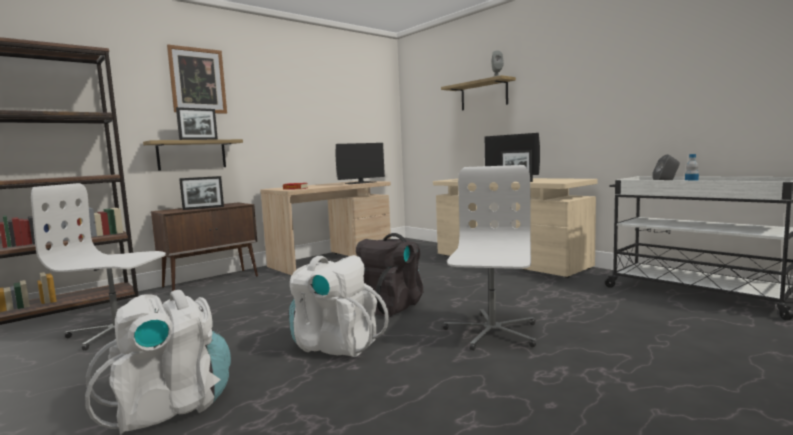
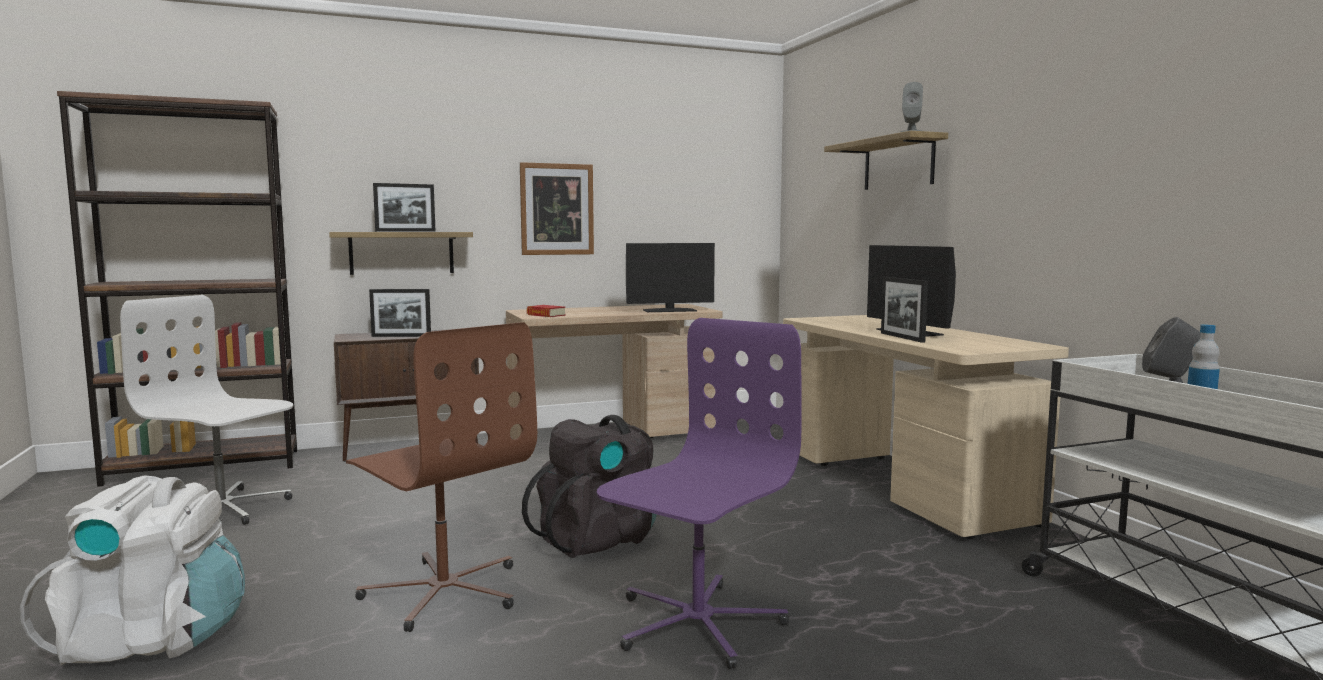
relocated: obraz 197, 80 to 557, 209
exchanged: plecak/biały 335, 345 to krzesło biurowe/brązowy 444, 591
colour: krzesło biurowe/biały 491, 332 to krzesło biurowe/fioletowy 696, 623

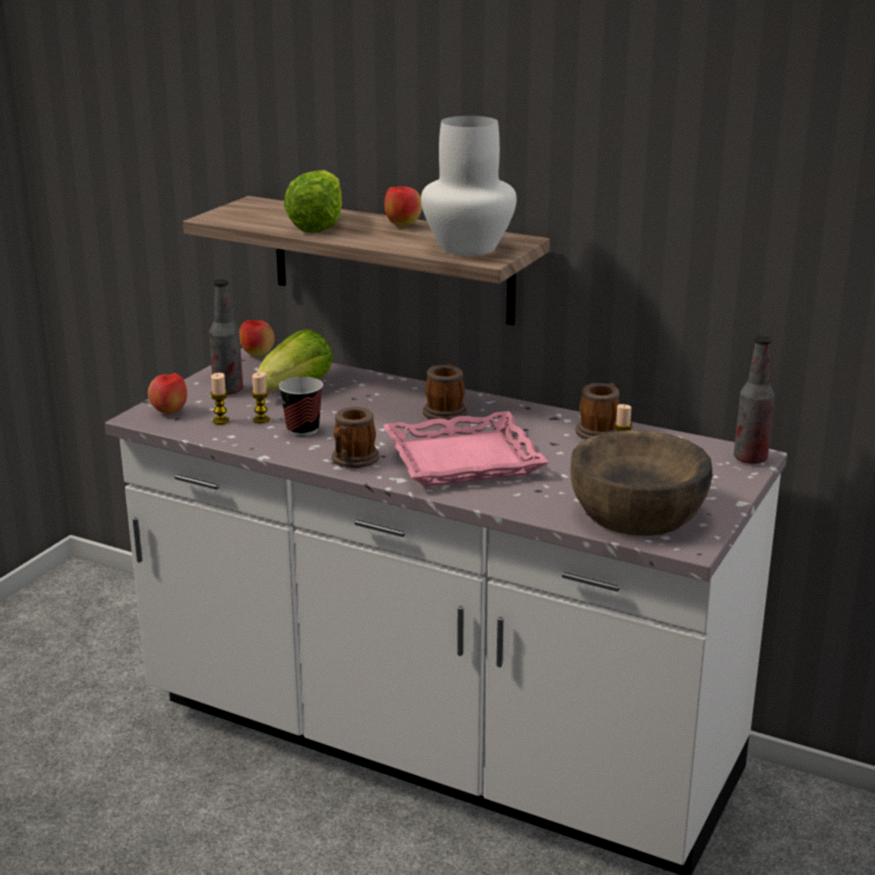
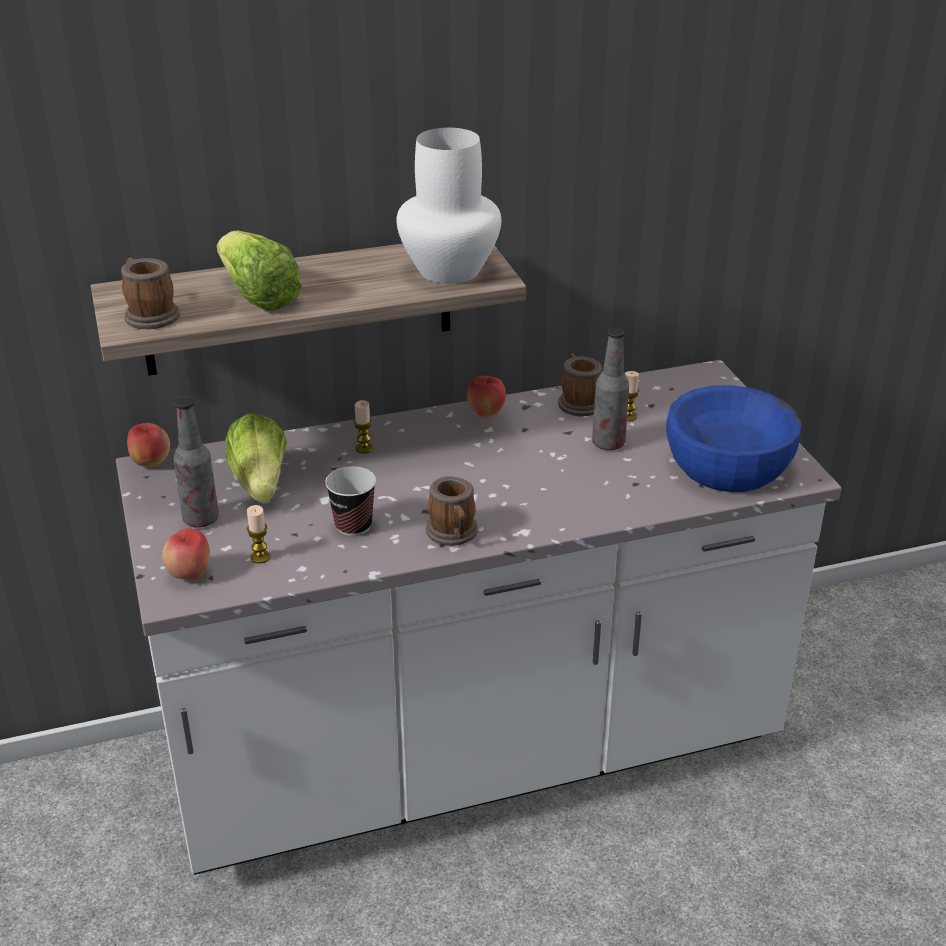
missing: taca/różowy 463, 459
relocated: jabłko 403, 225 to 486, 414; butelka 750, 458 to 608, 443; kubek 445, 411 to 149, 314; świeca 261, 420 to 364, 448
colour: miska/brązowy 637, 512 to miska/niebieski 728, 465

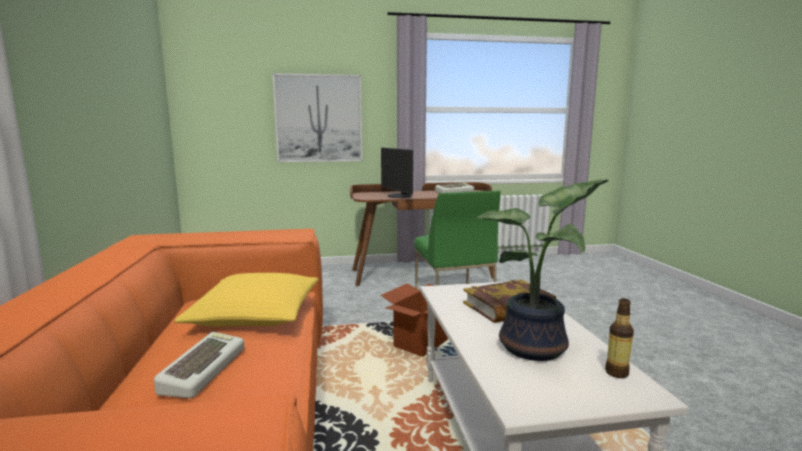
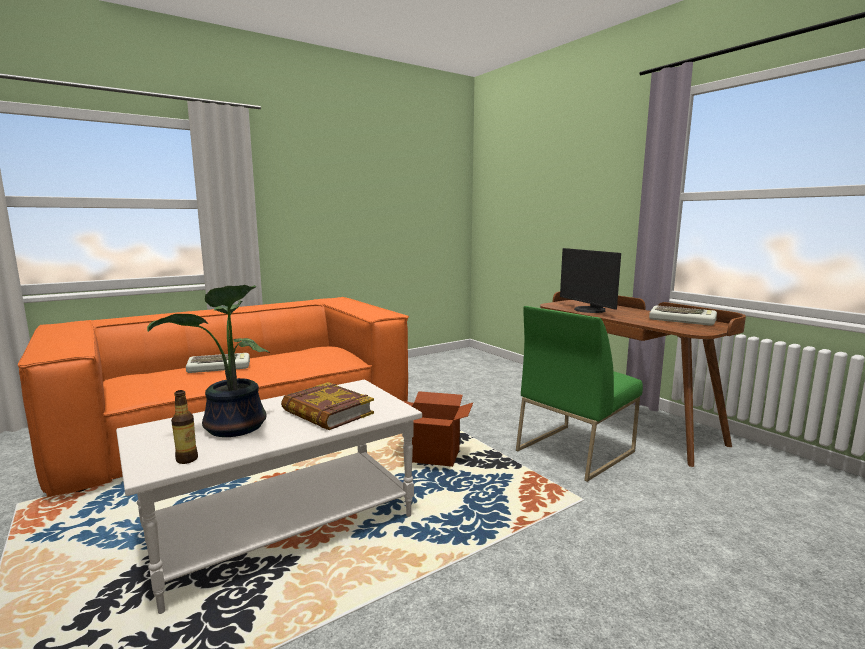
missing: obraz 319, 118; poduszka/żółty 255, 314
spun: monitor 398, 196 = 588, 310 60 degrees counterclockwise

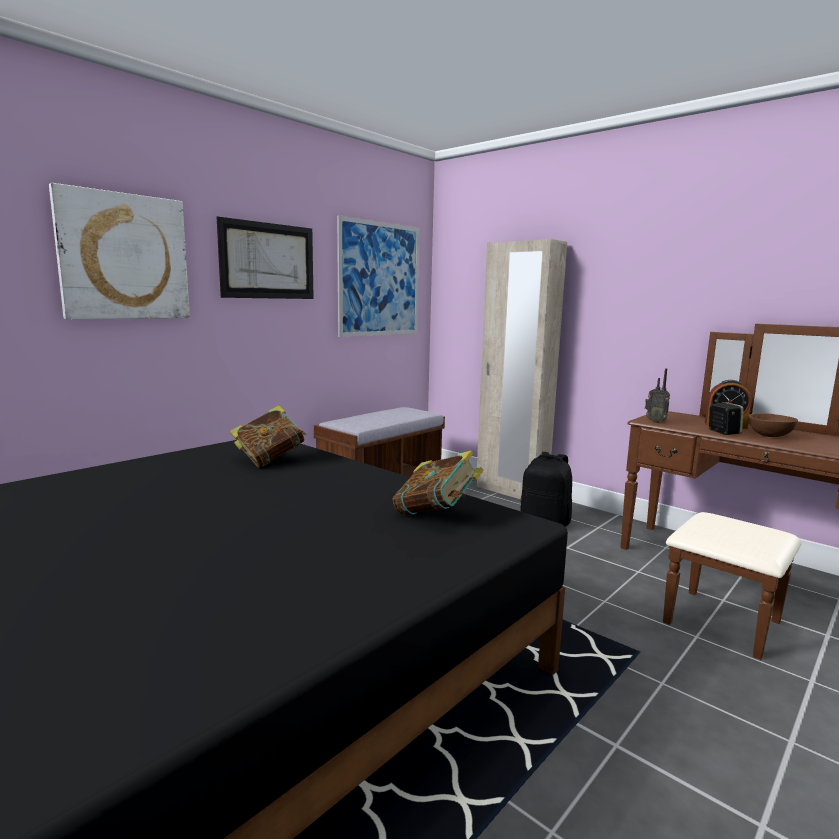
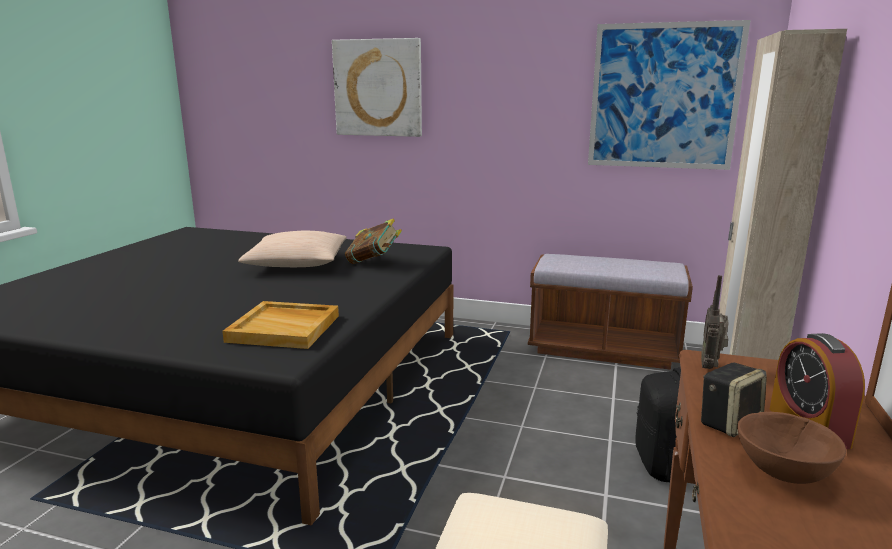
missing: obraz 268, 261
appeared: poduszka/beżowy 297, 263
exchanged: książka 436, 515 to taca/beżowy 285, 328

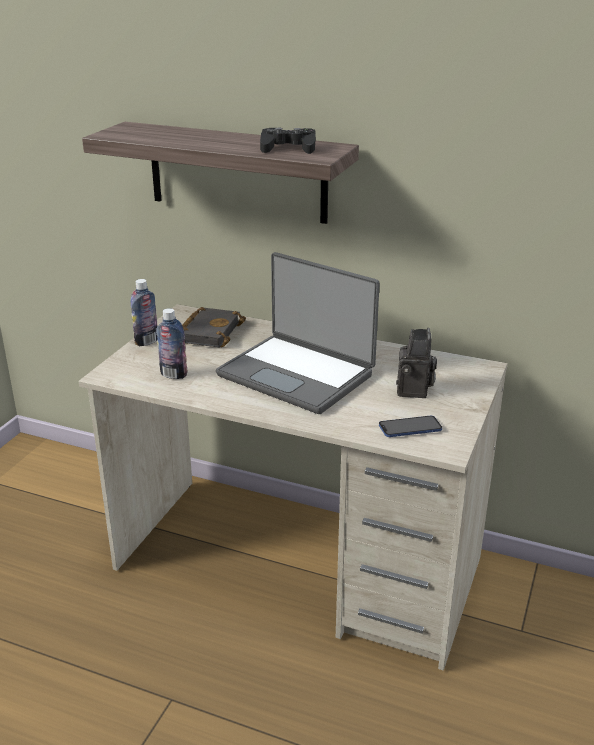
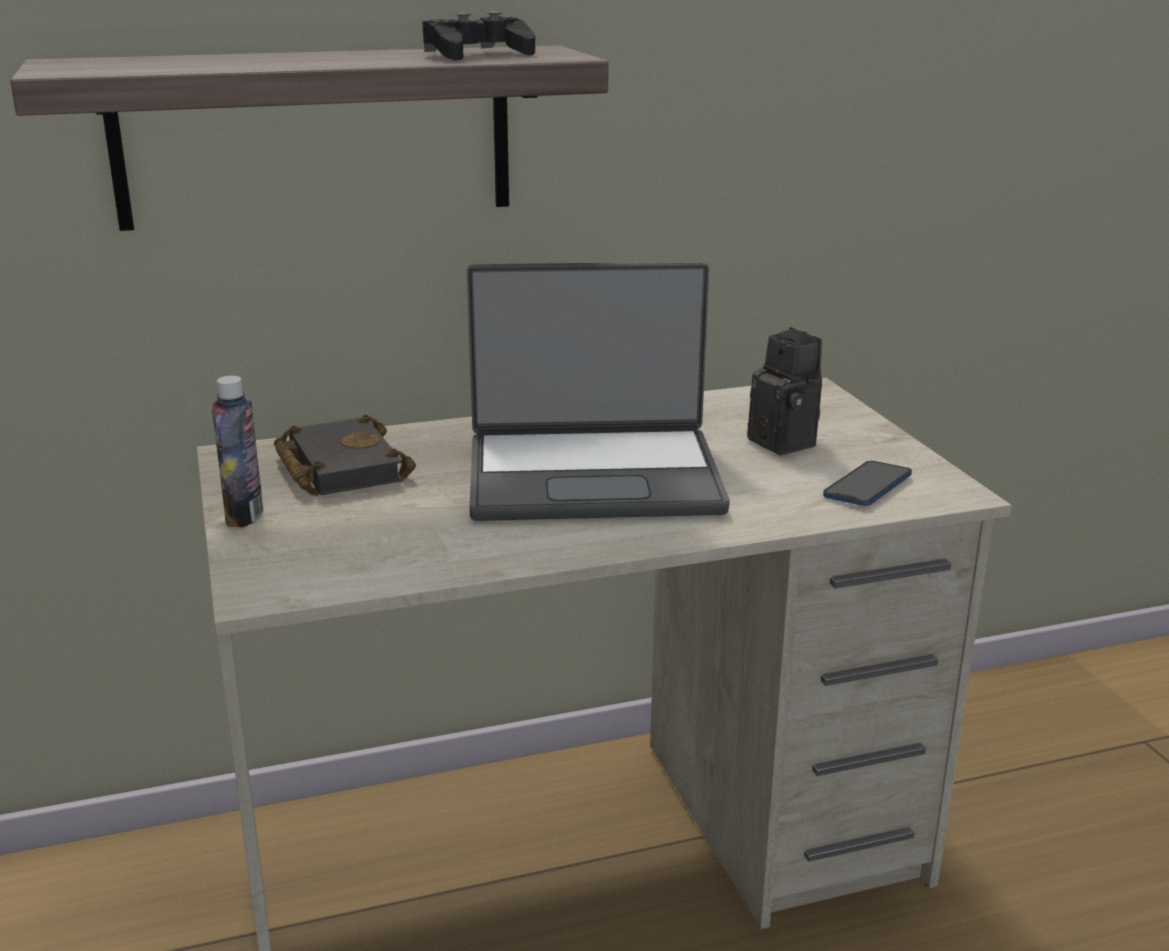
missing: butelka 173, 375

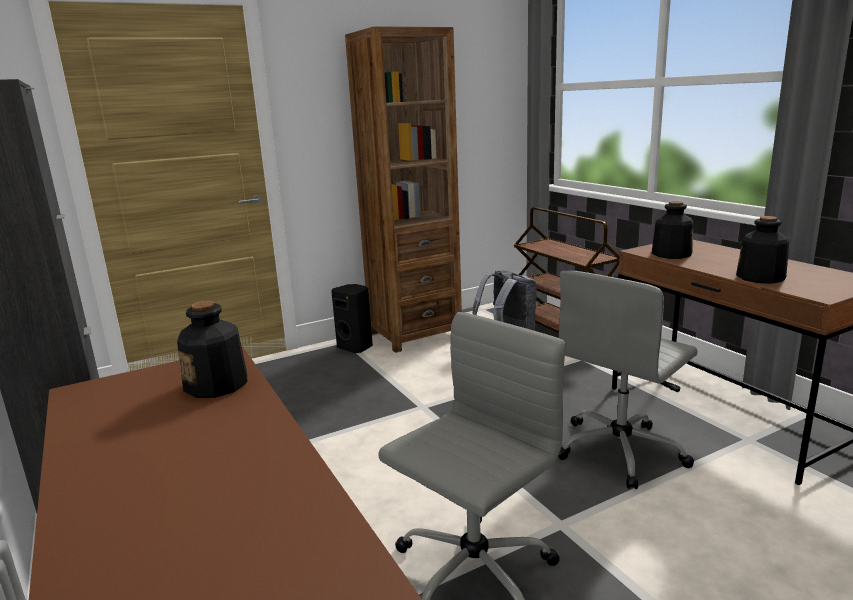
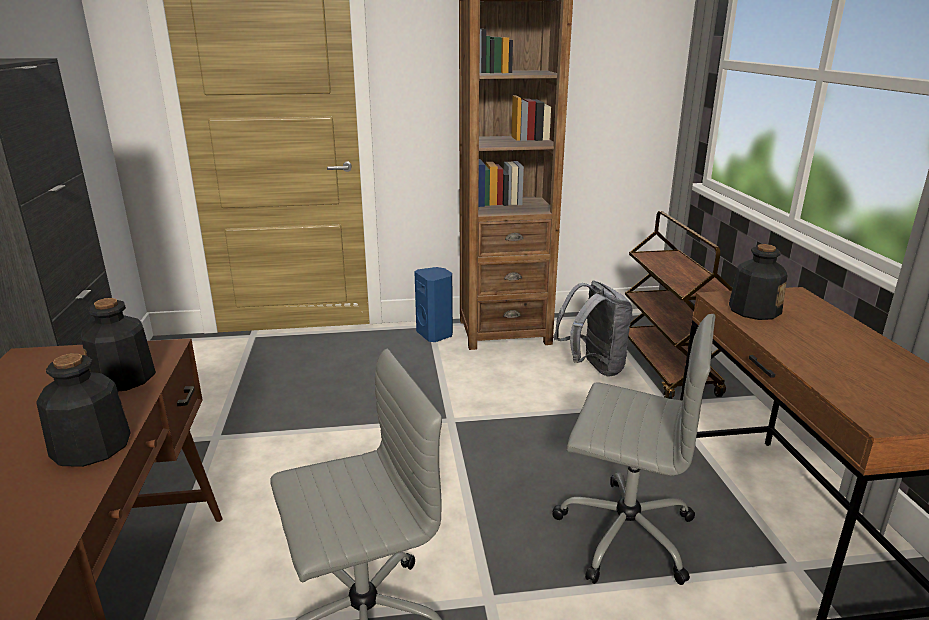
relocated: butelka 760, 277 to 90, 447
colour: głośnik/czarny 356, 347 to głośnik/niebieski 435, 334
spun: krzesło biurowe/szary 621, 450 = 623, 532 135 degrees counterclockwise

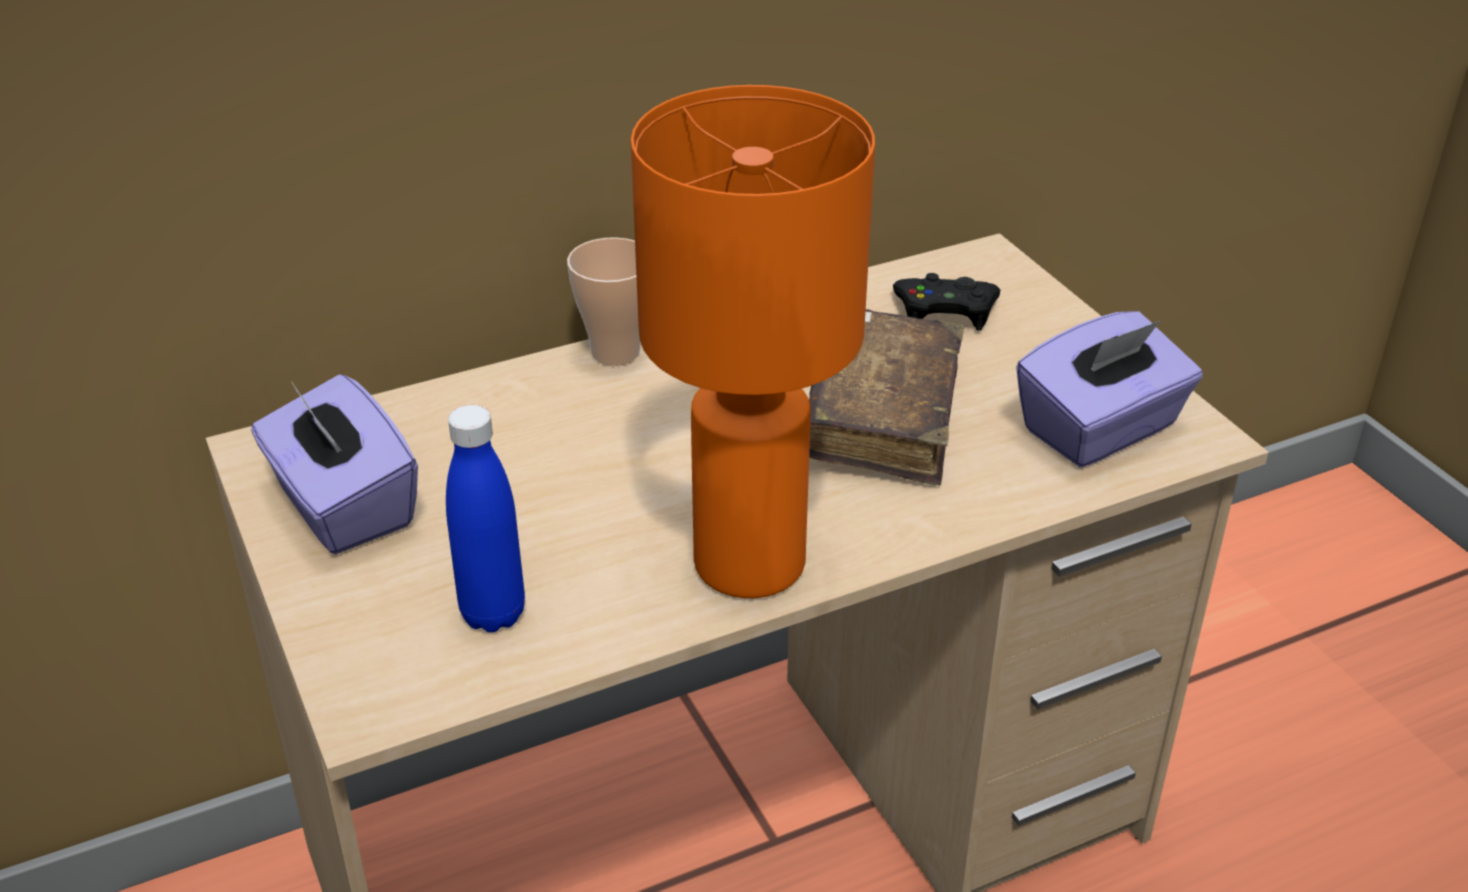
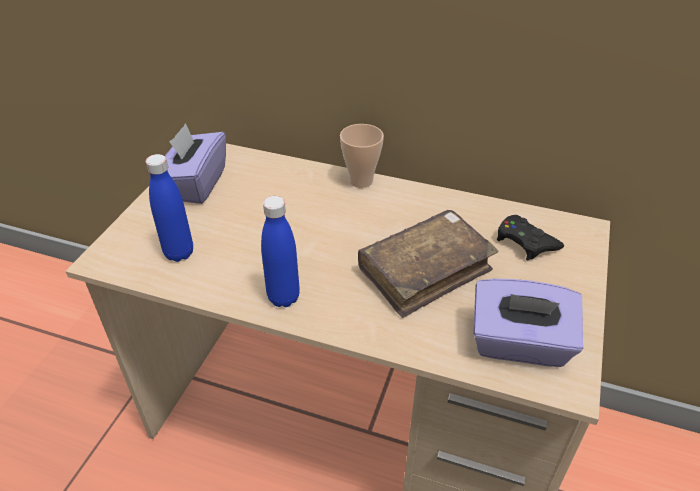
exchanged: lampa stołowa/pomarańczowy 753, 564 to butelka/niebieski 283, 297

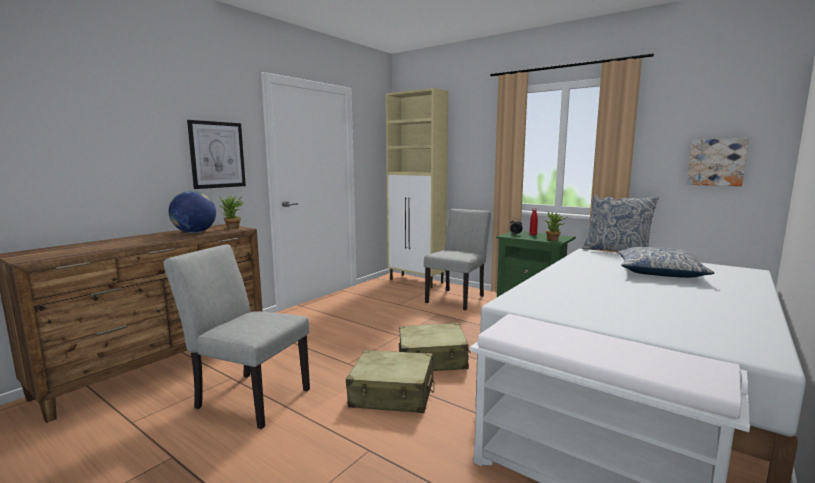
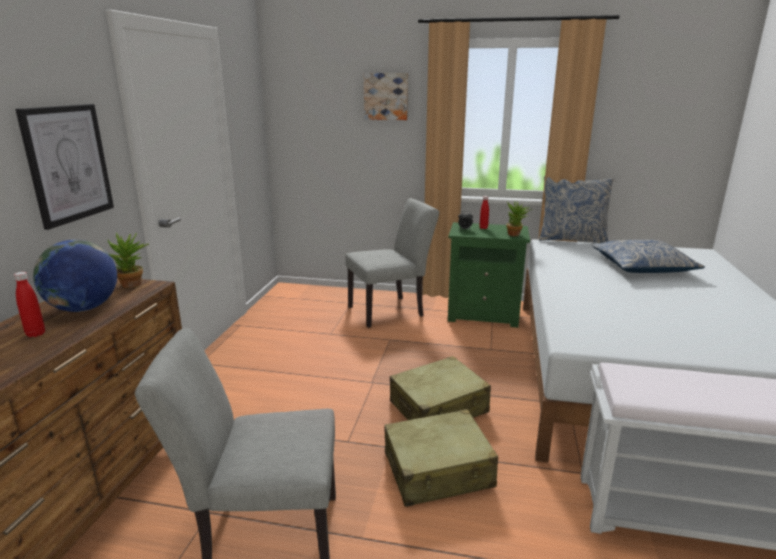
missing: szafka/beżowy 417, 281
appeared: butelka/czerwony 35, 334
relocated: obraz 716, 162 to 386, 96
spun: krzesło/szary 457, 298 = 391, 310 60 degrees clockwise

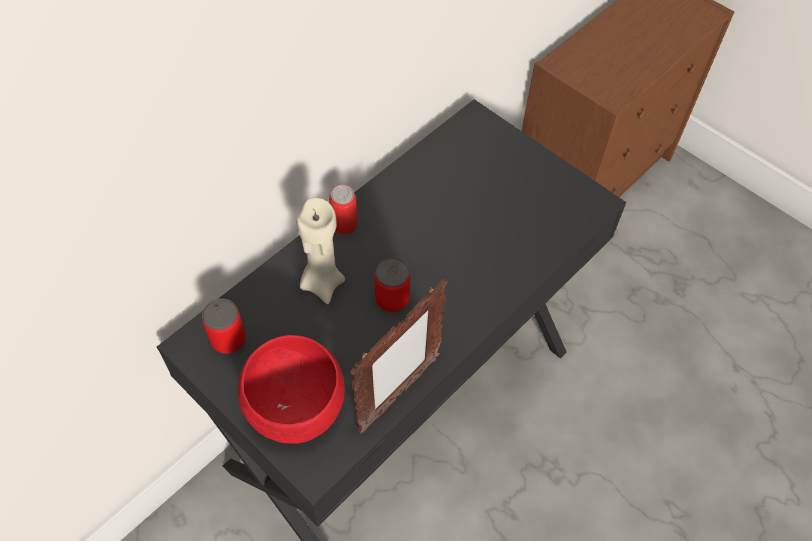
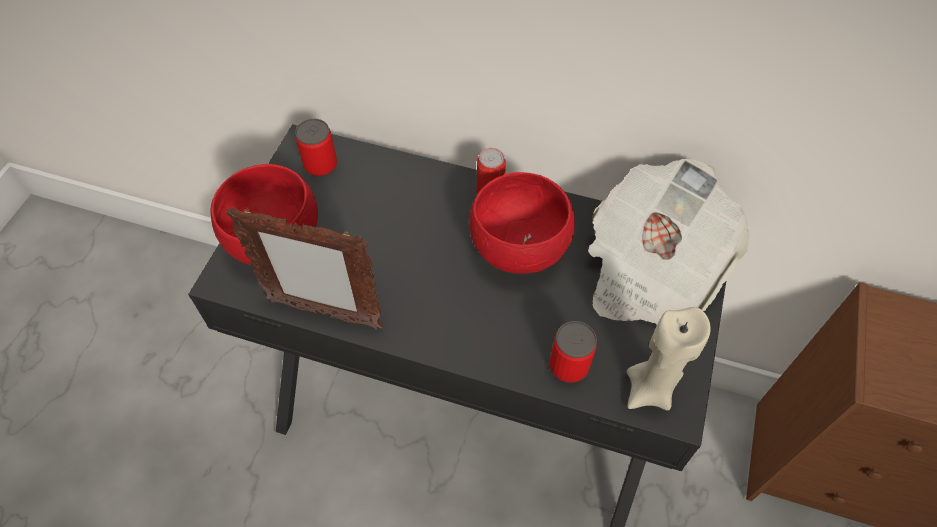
appeared: gazeta 650, 269; miska/czerwony 519, 248
relocated: świeca/beżowy 322, 283 to 650, 389; puszka 392, 299 to 569, 366

